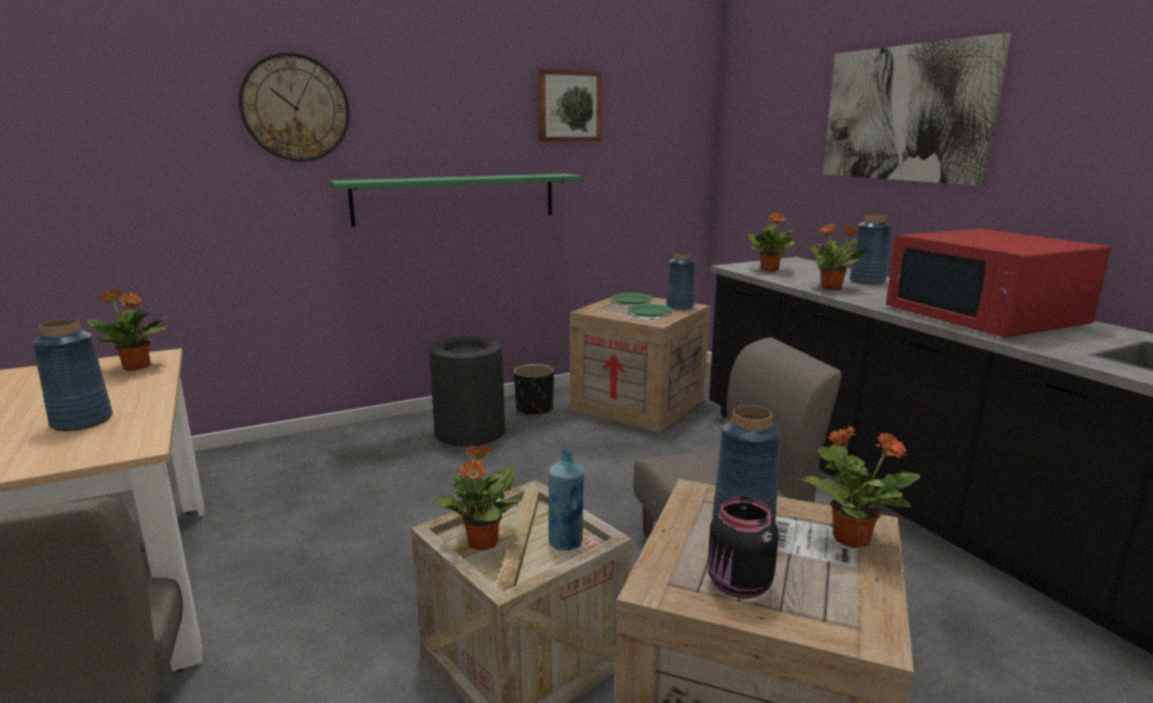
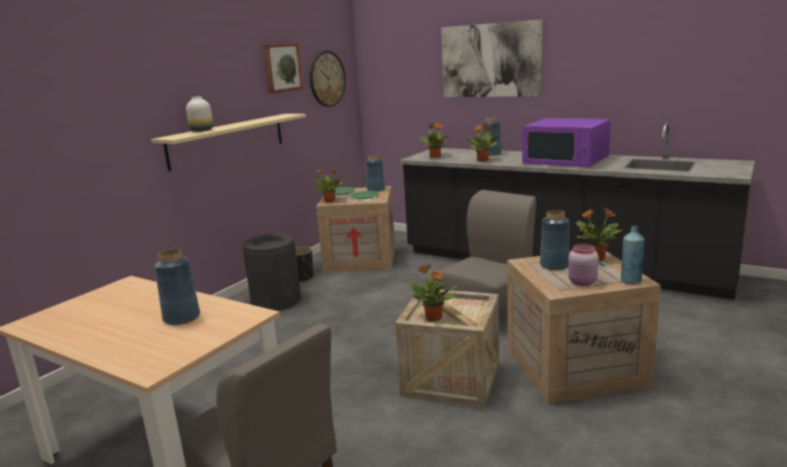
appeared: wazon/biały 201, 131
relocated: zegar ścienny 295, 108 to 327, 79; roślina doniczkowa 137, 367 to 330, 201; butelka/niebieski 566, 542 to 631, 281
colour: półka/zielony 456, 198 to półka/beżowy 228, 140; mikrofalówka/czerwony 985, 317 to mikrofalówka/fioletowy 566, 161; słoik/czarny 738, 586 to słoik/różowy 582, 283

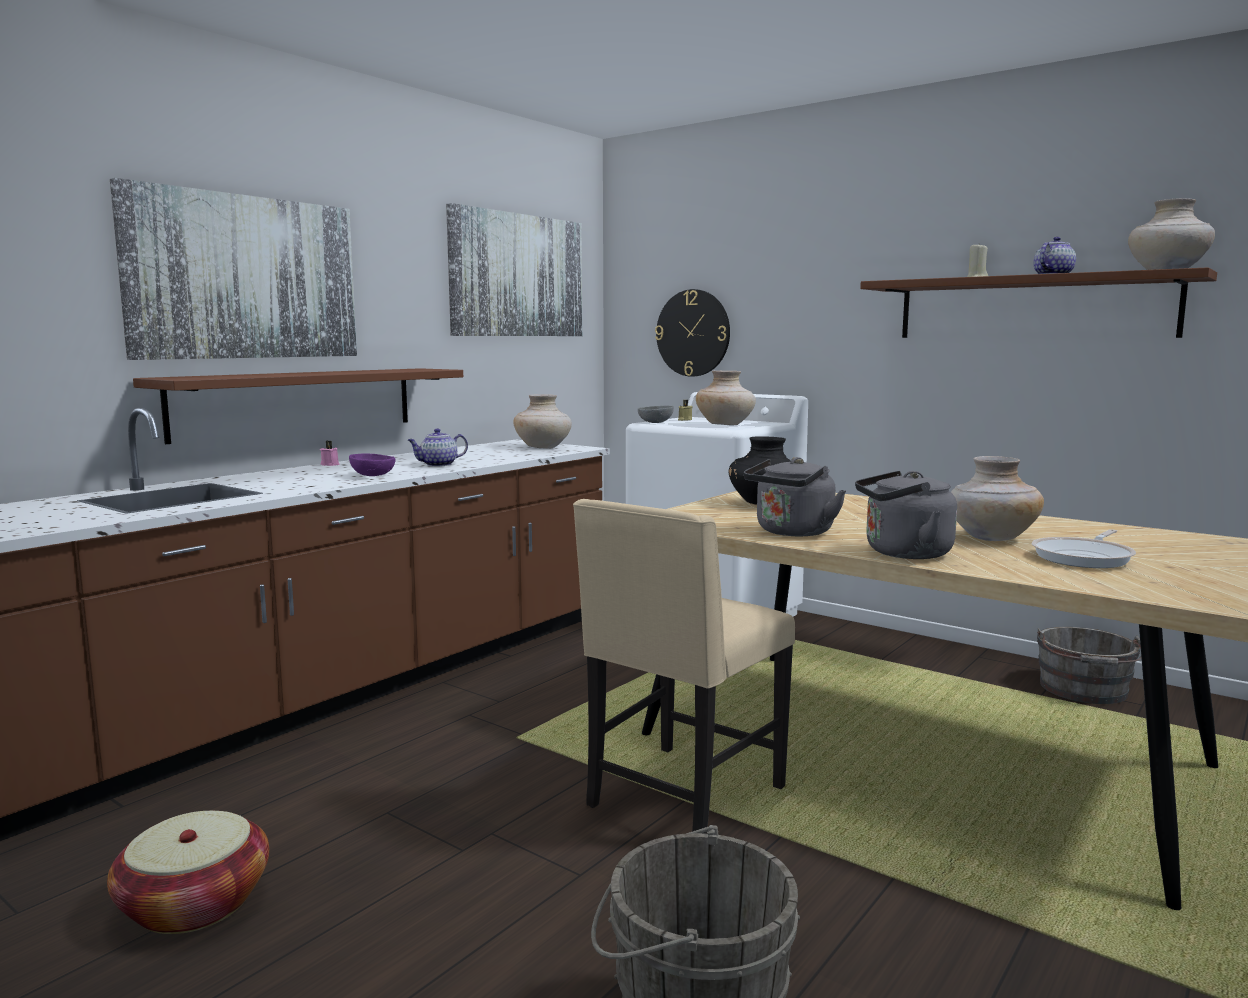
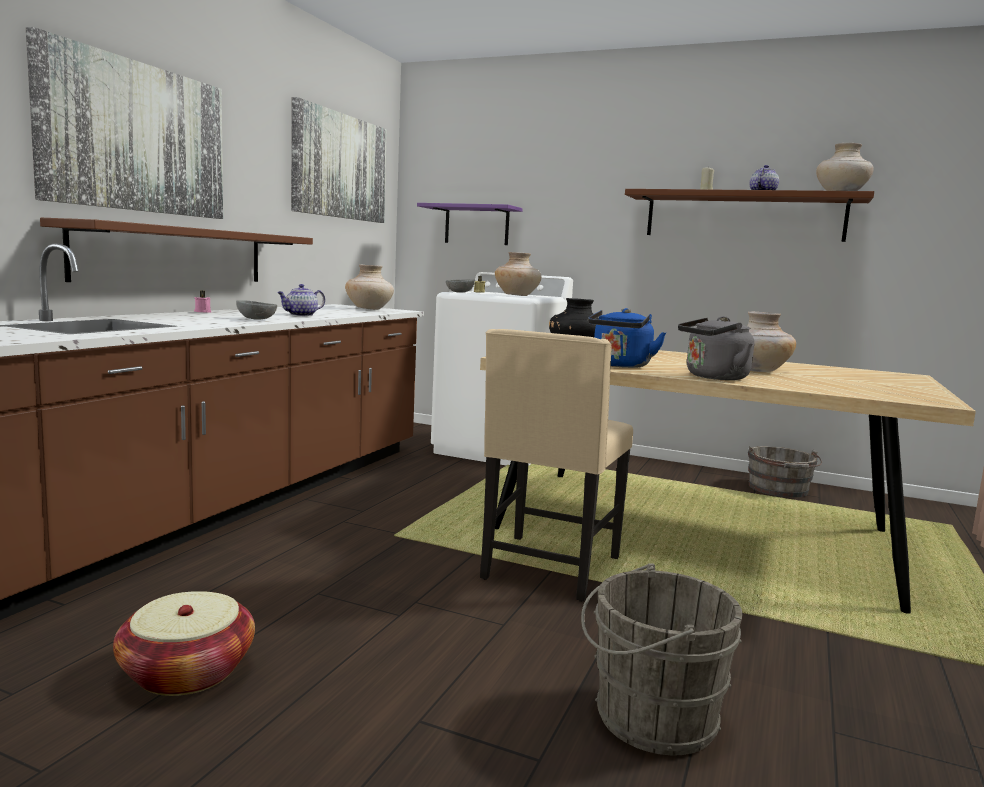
missing: patelnia 1085, 557
exchanged: zegar ścienny 693, 333 to półka/fioletowy 476, 225
colour: miska/fioletowy 373, 475 to miska/szary 257, 319; czajnik/szary 792, 532 to czajnik/niebieski 620, 365

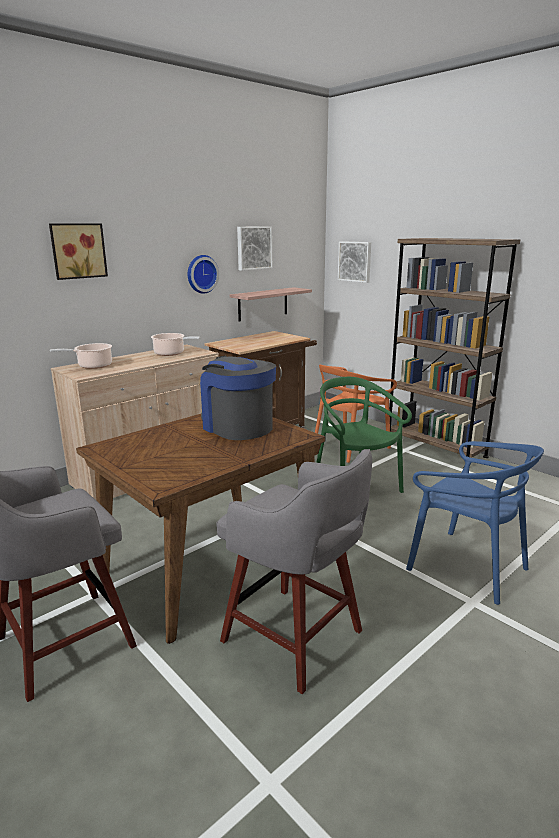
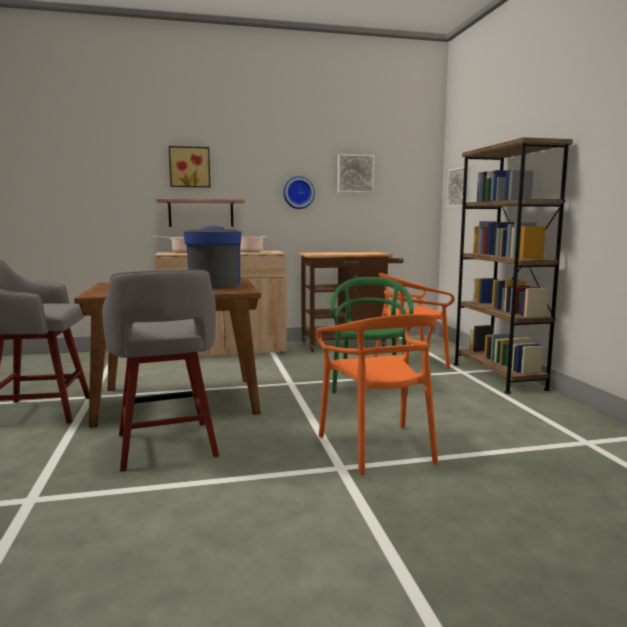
relocated: półka 263, 304 to 201, 213
colour: krzesło/niebieski 467, 566 to krzesło/pomarańczowy 378, 448

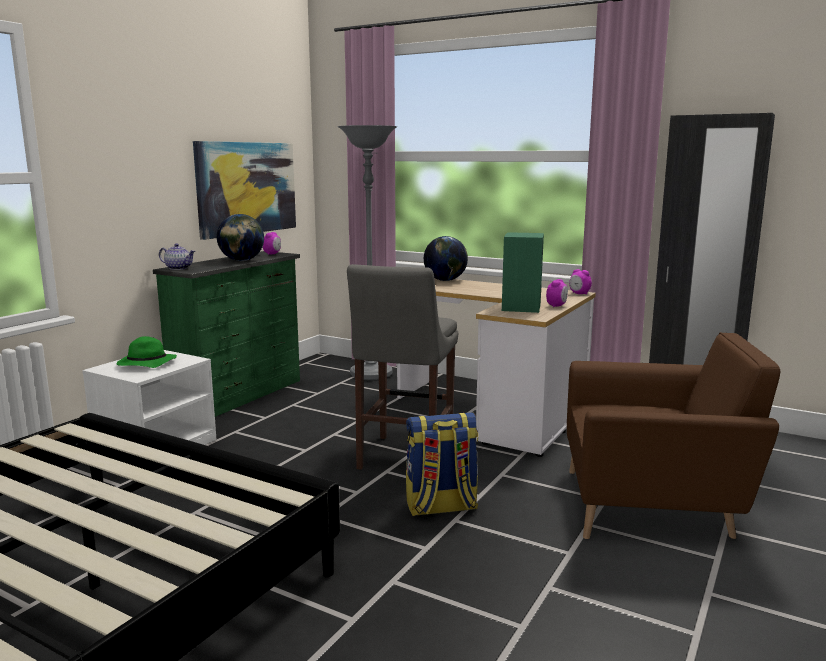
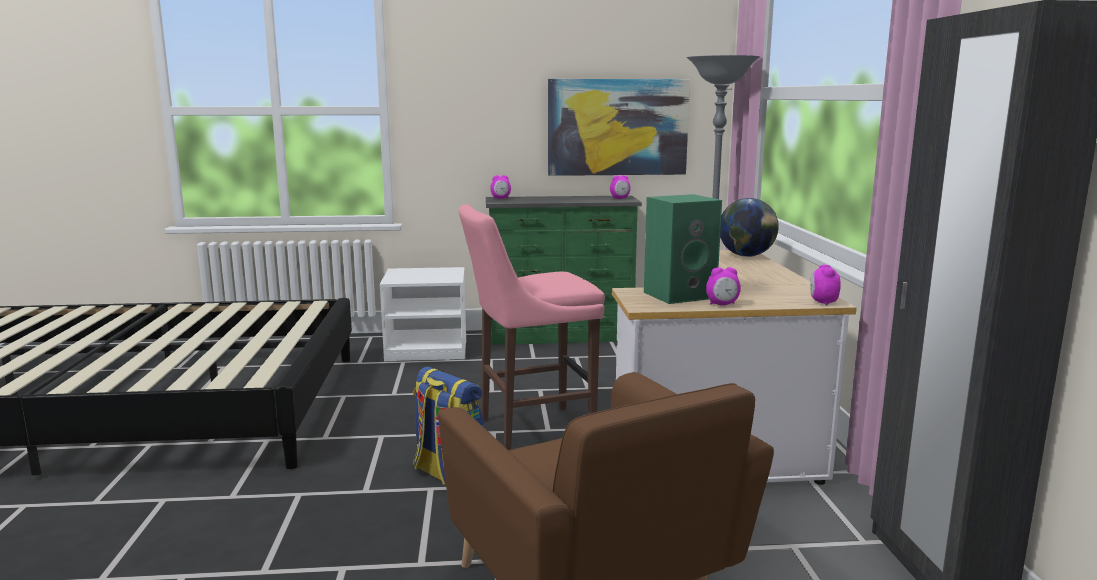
missing: globus 241, 261; kapelusz/zielony 146, 364
exchanged: imbryk 178, 268 to budzik 500, 198
colour: stołek/szary 403, 458 to stołek/różowy 530, 430

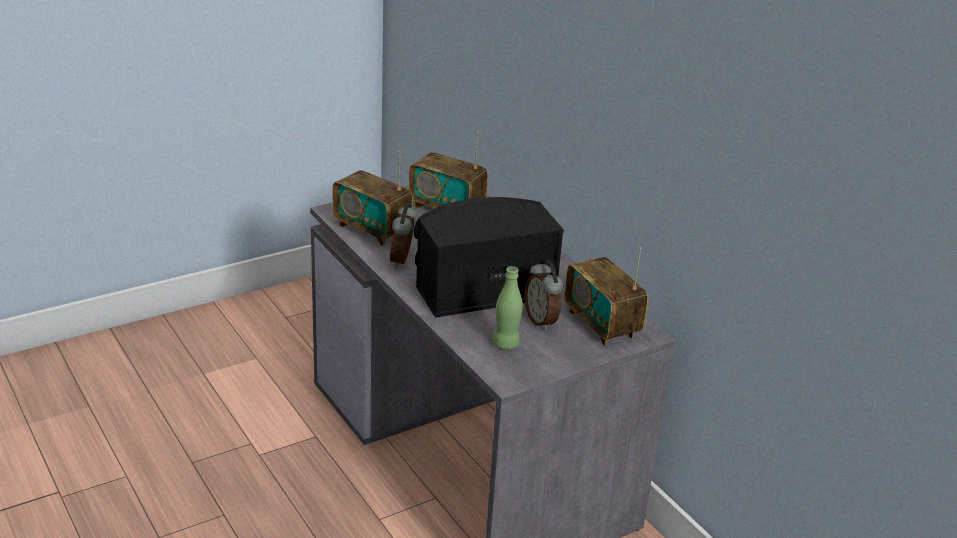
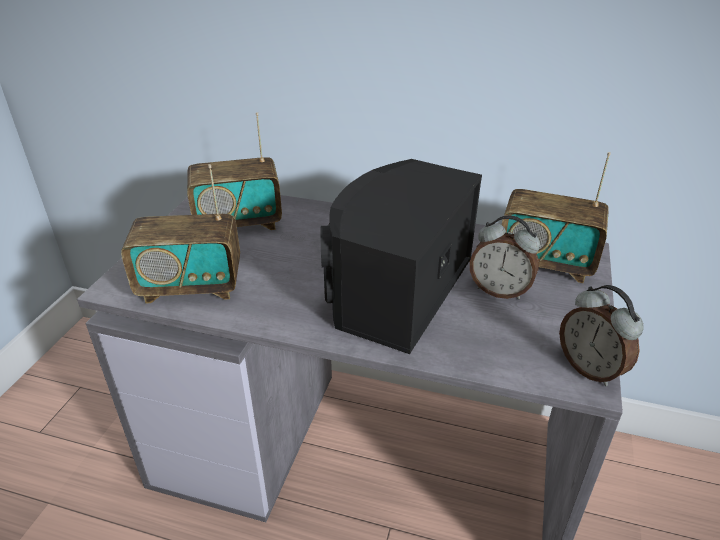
missing: butelka/zielony 506, 344
relocated: budzik 403, 260 to 590, 368

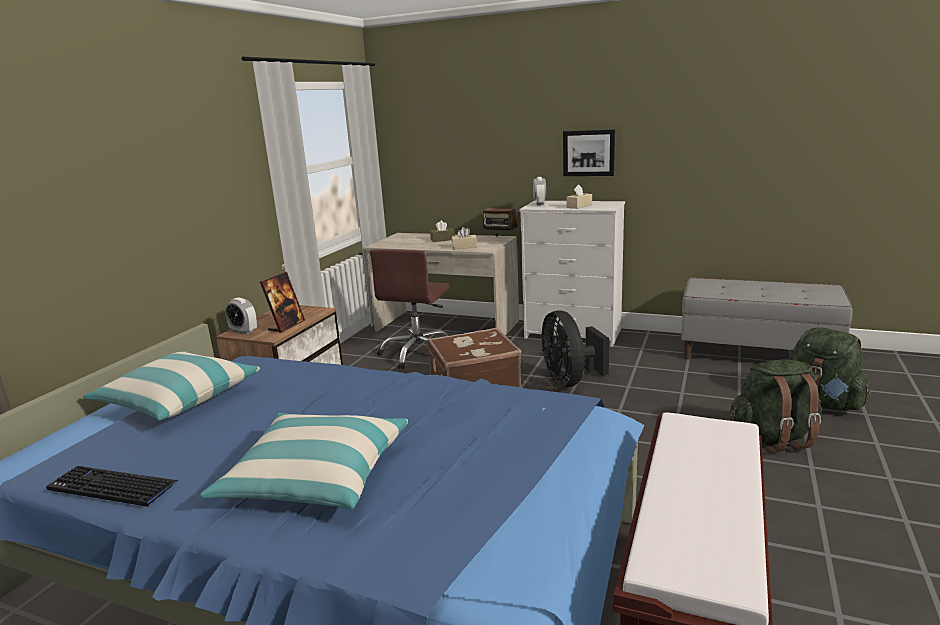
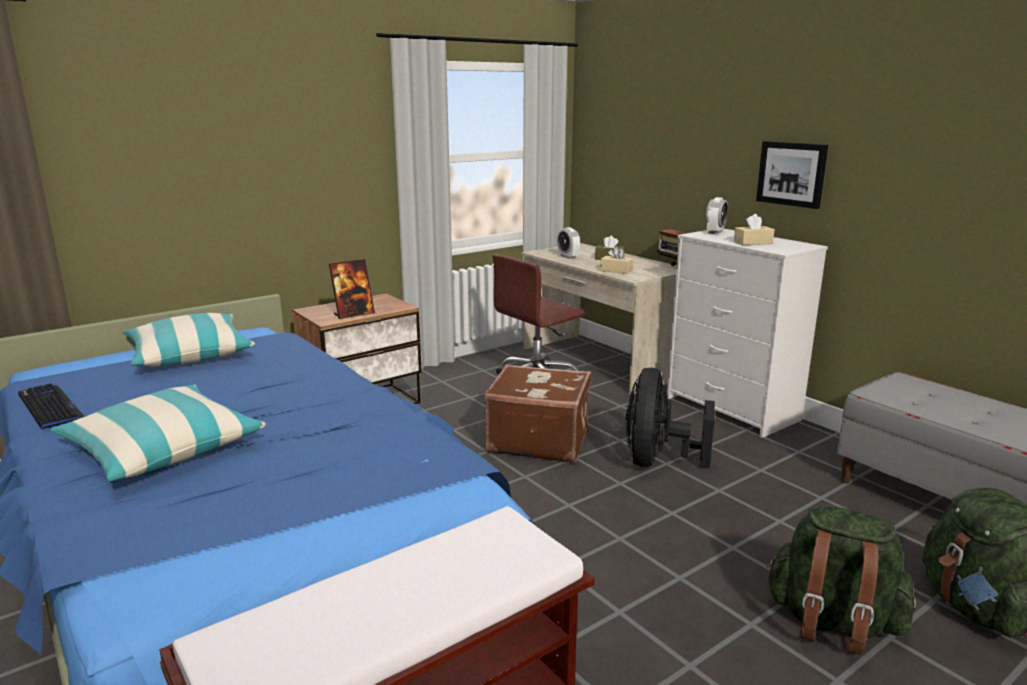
relocated: budzik 243, 331 to 568, 257

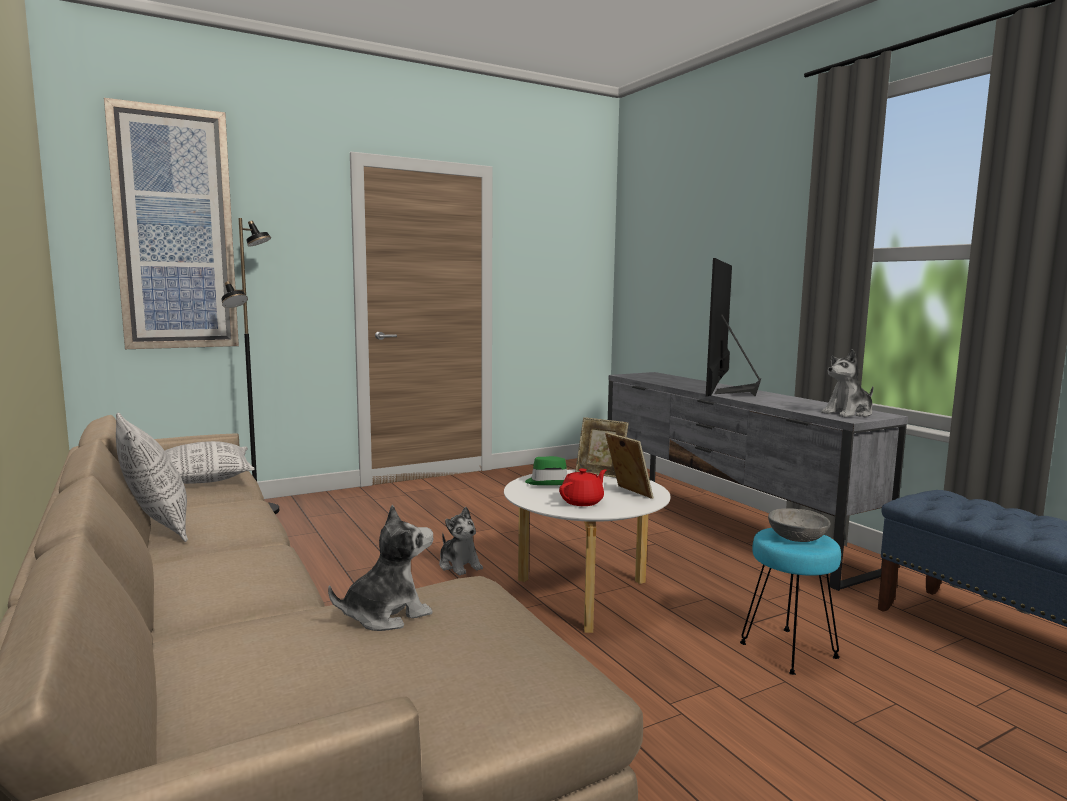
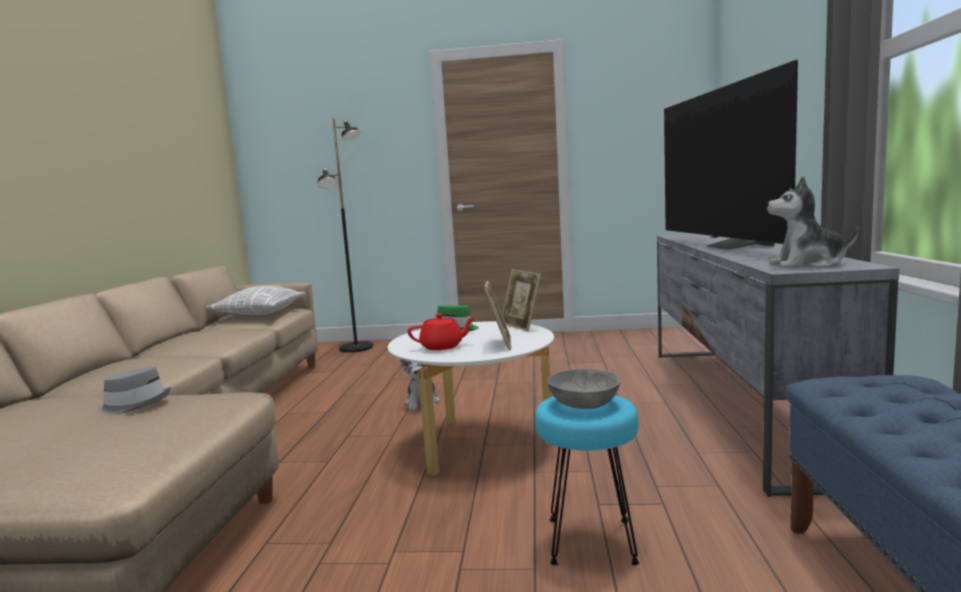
missing: obraz 175, 230; poduszka 156, 527
exchanged: pluszak 386, 615 to kapelusz/szary 134, 405
spun: telewizor 729, 392 = 731, 246 60 degrees counterclockwise

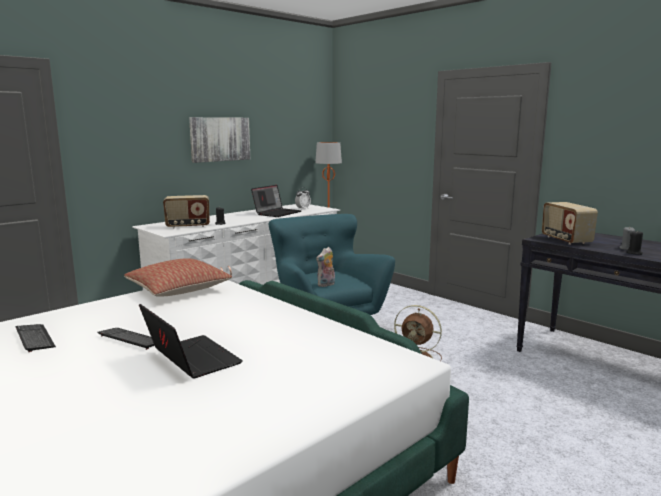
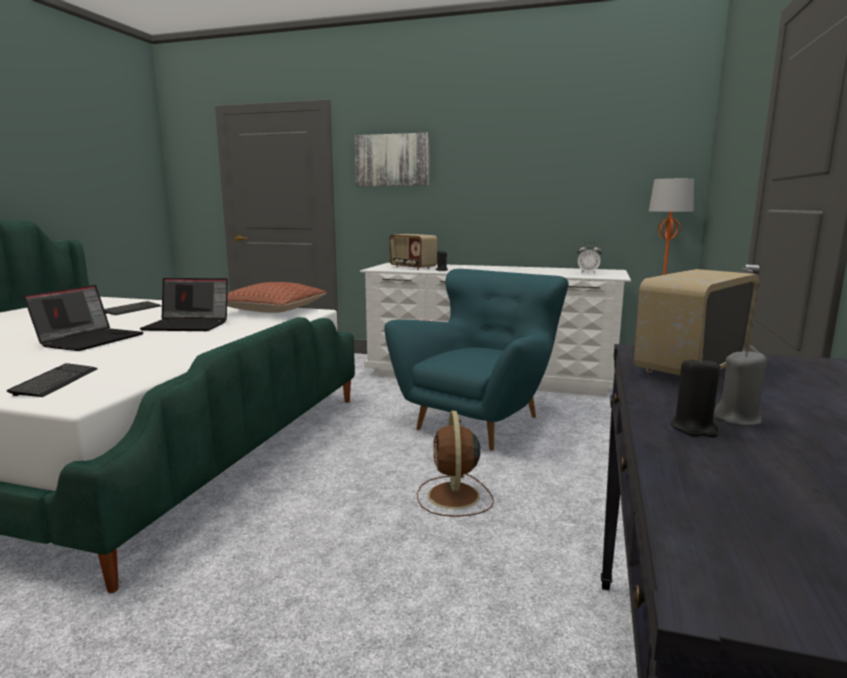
missing: pluszak 326, 285
relocated: obraz 220, 139 to 392, 160; laptop 277, 213 to 189, 325; klawiatura 131, 339 to 55, 382

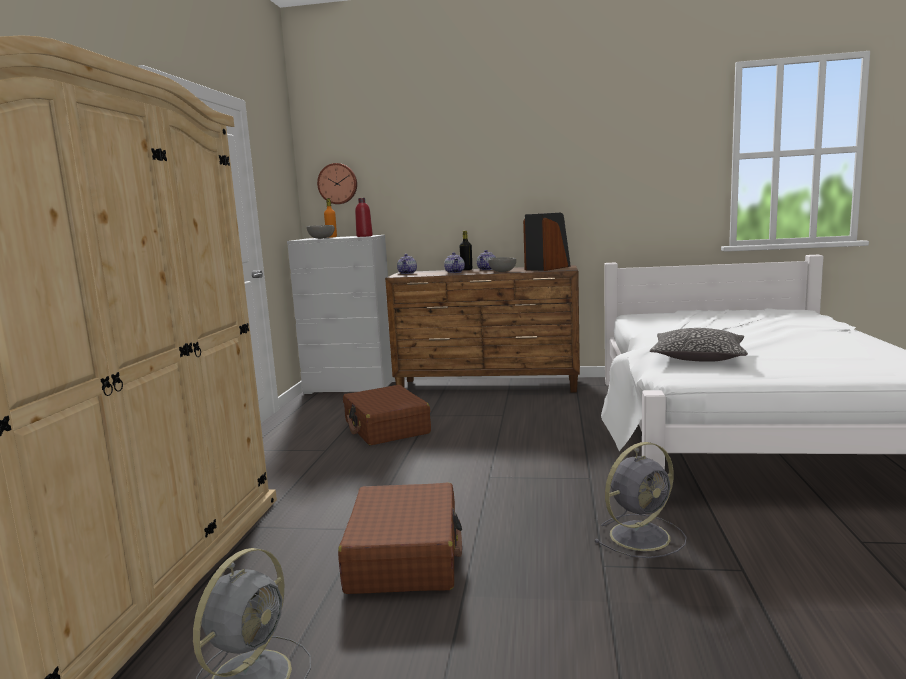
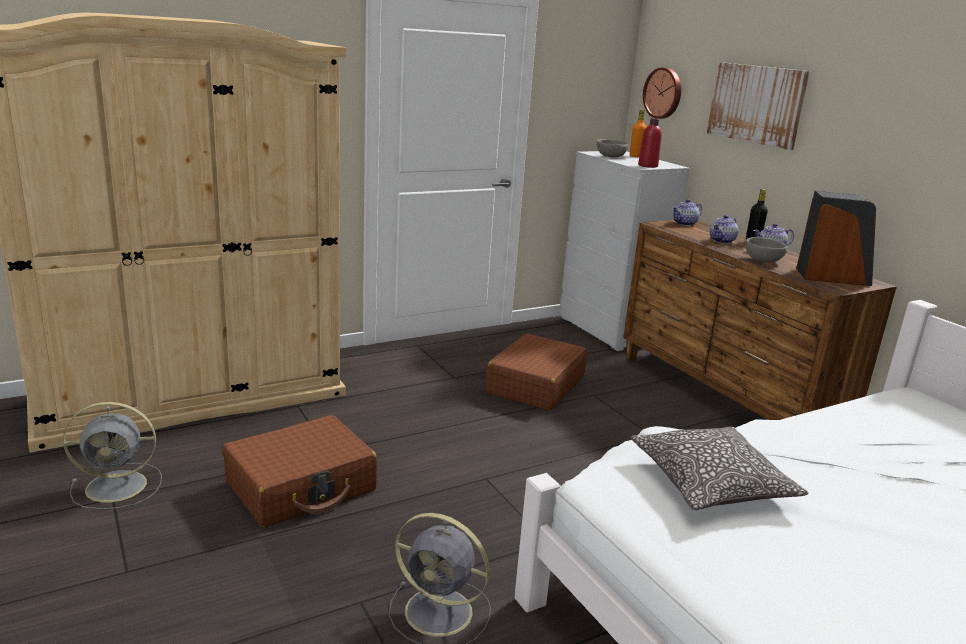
appeared: obraz 756, 104

